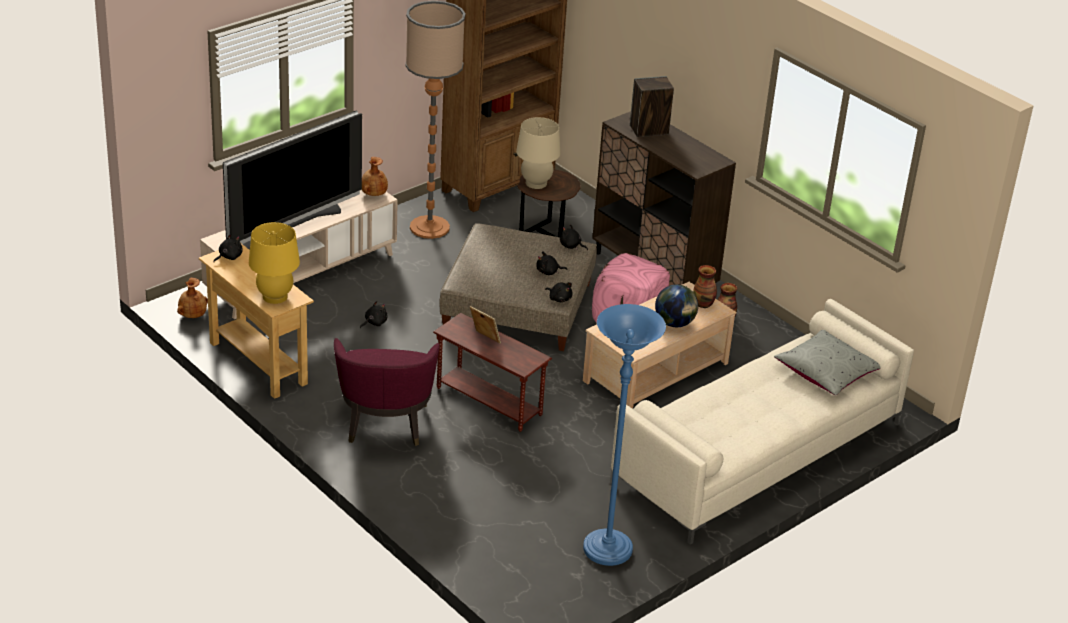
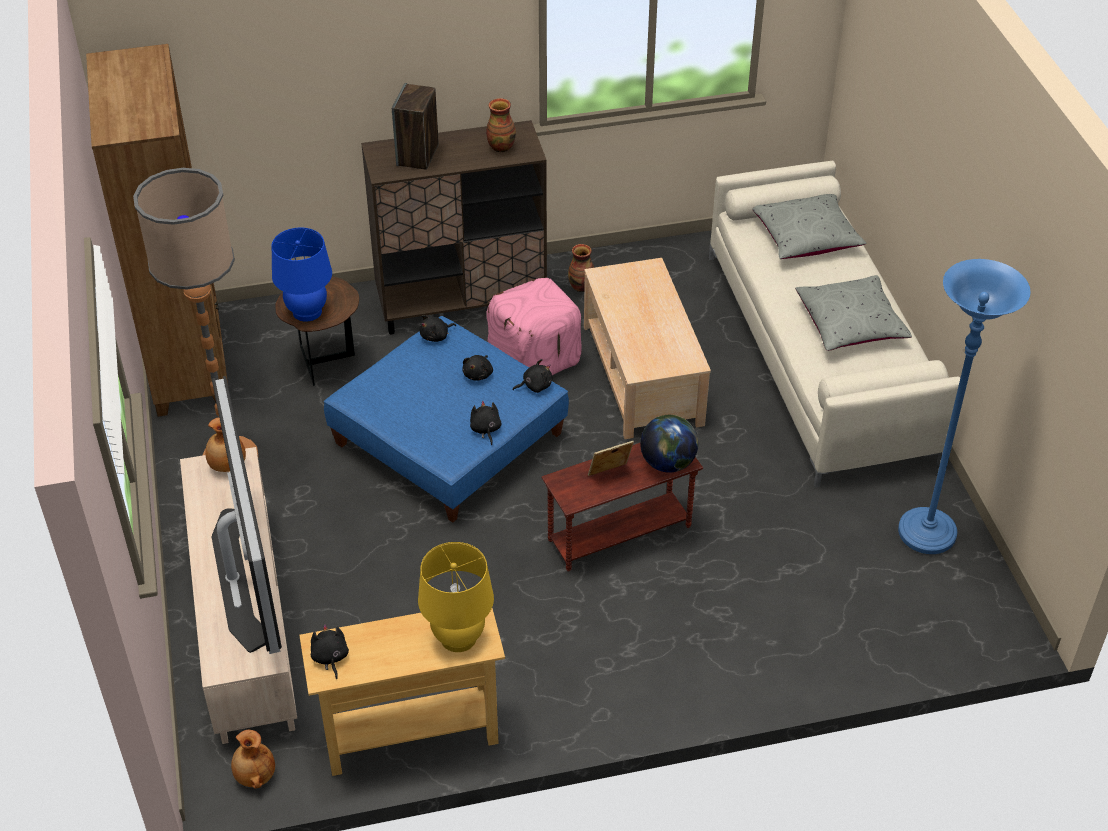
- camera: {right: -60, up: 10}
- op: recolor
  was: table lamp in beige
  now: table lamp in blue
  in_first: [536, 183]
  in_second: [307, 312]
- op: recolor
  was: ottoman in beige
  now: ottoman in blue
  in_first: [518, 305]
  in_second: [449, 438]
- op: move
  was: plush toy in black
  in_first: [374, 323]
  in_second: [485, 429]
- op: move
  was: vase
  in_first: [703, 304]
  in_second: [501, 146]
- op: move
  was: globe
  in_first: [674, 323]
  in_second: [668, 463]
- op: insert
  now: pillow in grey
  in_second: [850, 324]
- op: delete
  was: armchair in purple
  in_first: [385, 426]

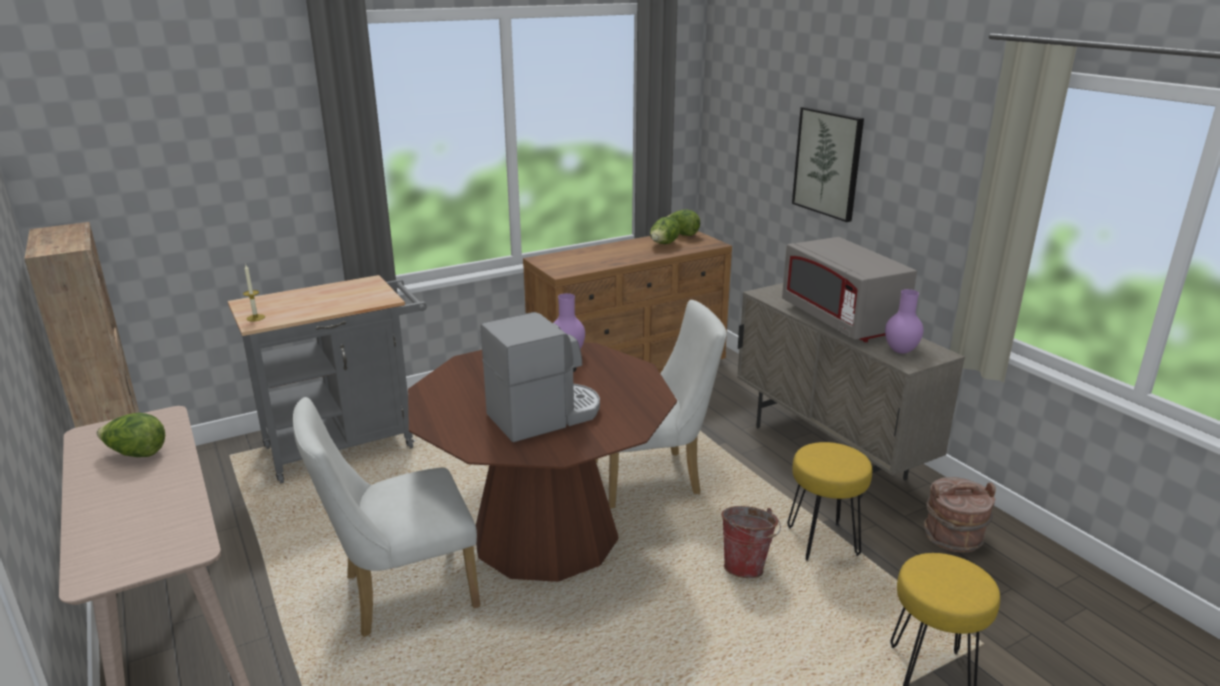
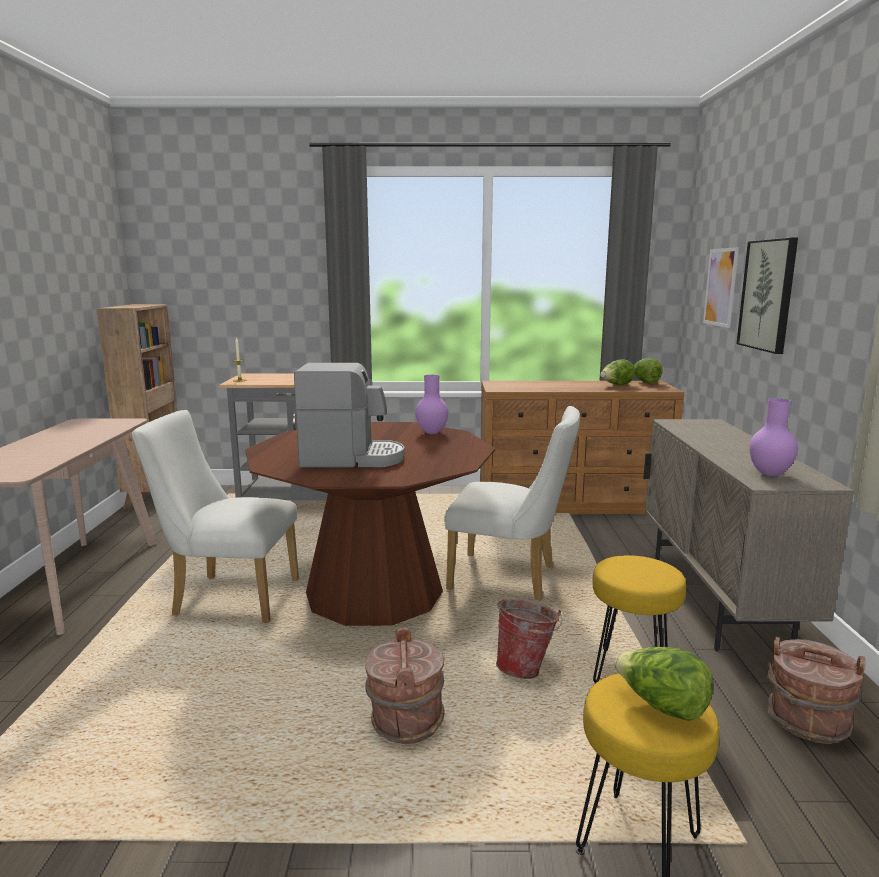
- camera: {right: 30, up: -10}
- op: insert
  now: bucket in brown
  in_second: [405, 721]
- op: move
  was: lettuce
  in_first: [136, 454]
  in_second: [662, 707]
- op: insert
  now: picture
  in_second: [720, 287]
- op: delete
  was: microwave in grey
  in_first: [841, 320]

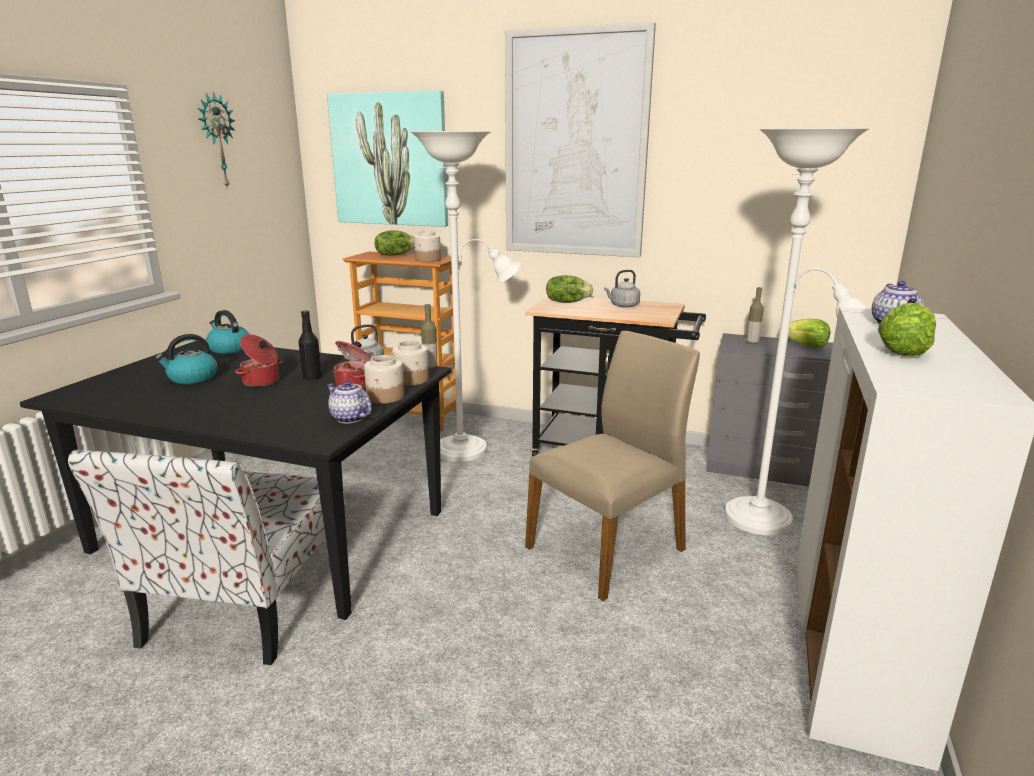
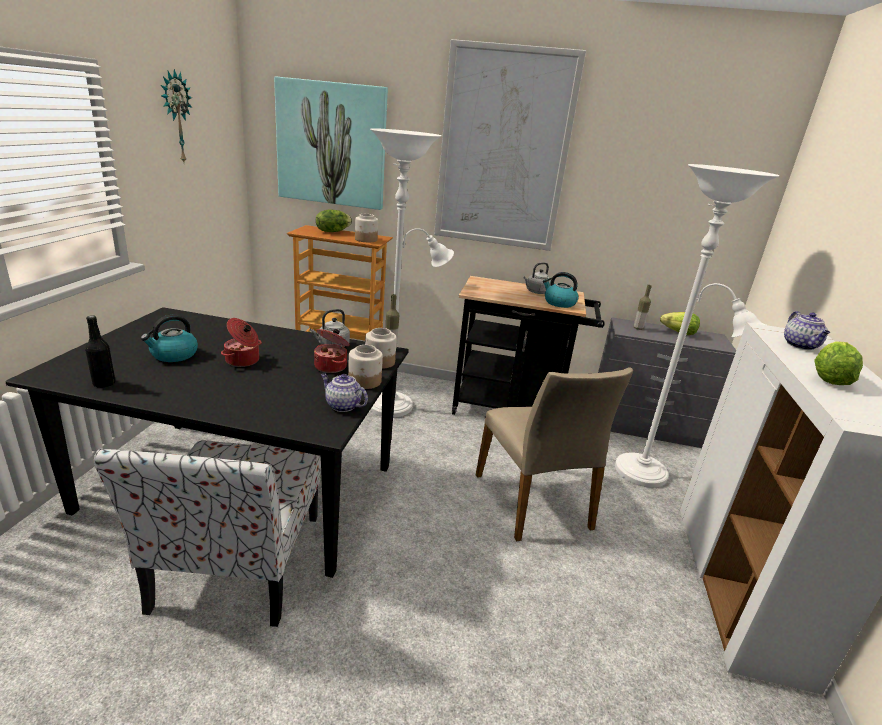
- camera: {right: -10, up: 5}
- op: move
  was: bottle in black
  in_first: [312, 377]
  in_second: [104, 383]
- op: rotate
  was: chair in beige
  in_first: [608, 548]
  in_second: [534, 501]
  clockwise: 120
- op: move
  was: kettle
  in_first: [229, 349]
  in_second: [559, 303]
- op: delete
  was: lettuce
  in_first: [567, 302]

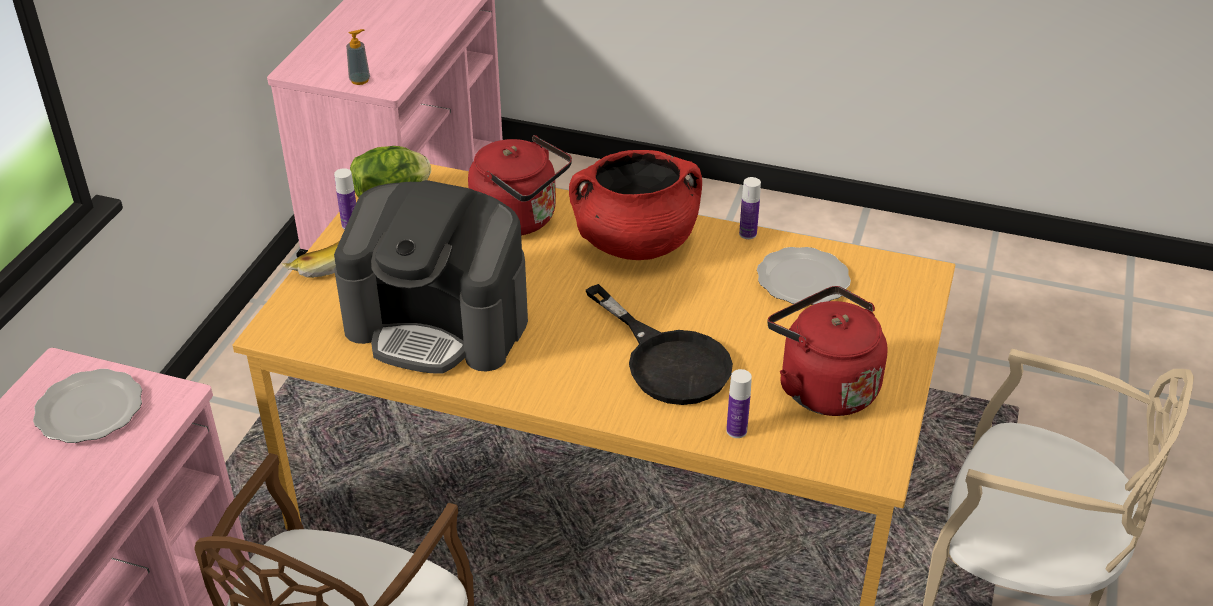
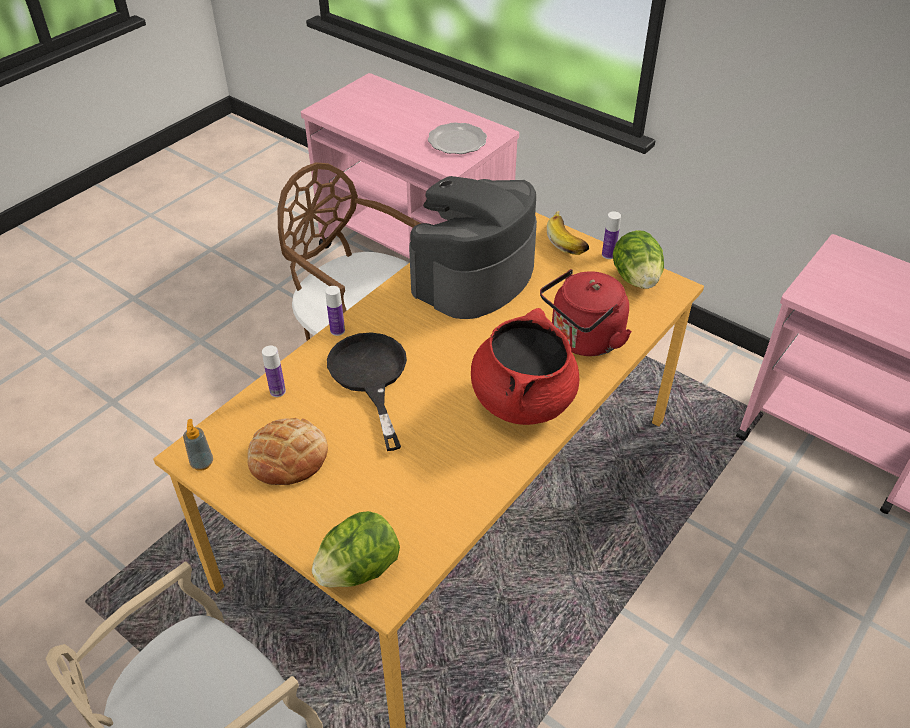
- camera: {right: 110, up: 5}
- op: move
  was: soap dispenser
  in_first: [360, 80]
  in_second: [202, 463]
- op: replace
  was: kettle in red
  now: bread
  in_first: [823, 386]
  in_second: [288, 456]
- op: insert
  now: lettuce
  in_second: [359, 569]
- op: move
  was: bottle
  in_first: [748, 234]
  in_second: [337, 330]
- op: rotate
  was: frying pan in black
  in_first: [667, 360]
  in_second: [370, 377]
  clockwise: 90
- op: delete
  was: plate
  in_first: [803, 280]

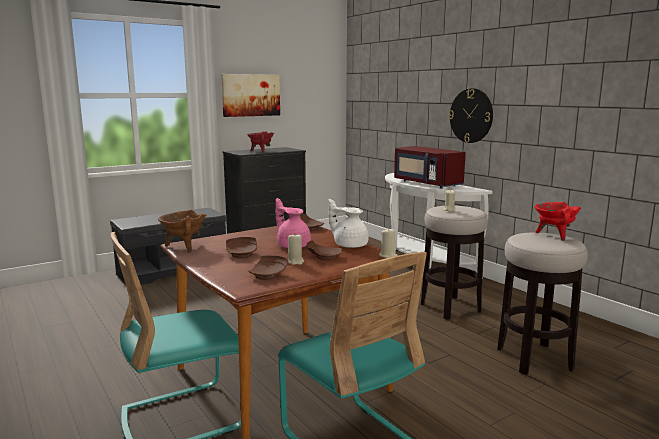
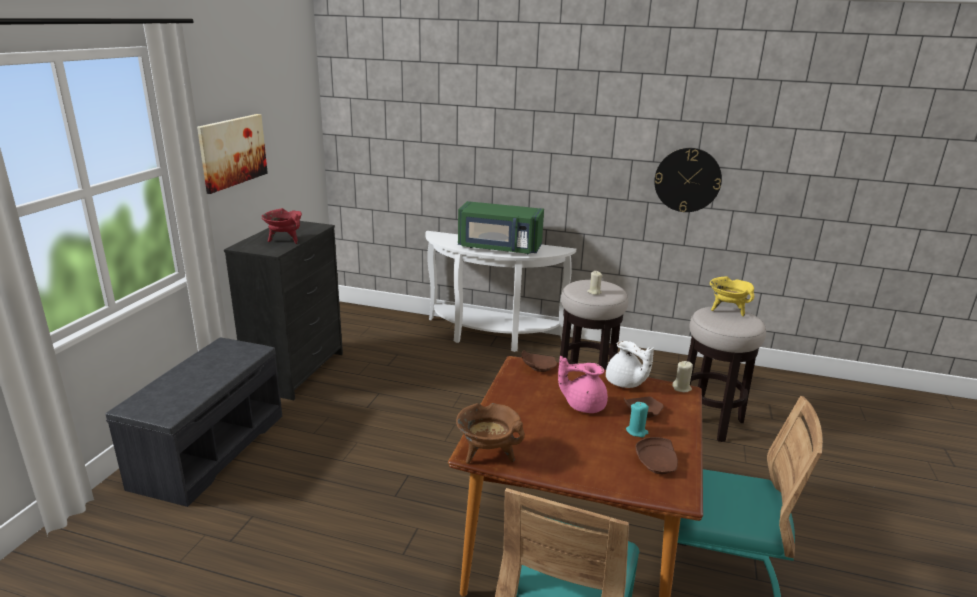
- camera: {right: -40, up: 10}
- op: recolor
  was: microwave in red
  now: microwave in green
  in_first: [426, 183]
  in_second: [499, 248]
- op: rotate
  was: teapot in white
  in_first: [349, 245]
  in_second: [625, 383]
  clockwise: -120
- op: recolor
  was: candle in beige
  now: candle in turquoise
  in_first: [295, 262]
  in_second: [636, 431]
- op: move
  was: wall clock
  in_first: [471, 115]
  in_second: [687, 180]
- op: recolor
  was: cooking pot in red
  now: cooking pot in yellow
  in_first: [554, 235]
  in_second: [727, 310]
- op: delete
  was: plate in brown
  in_first: [242, 254]

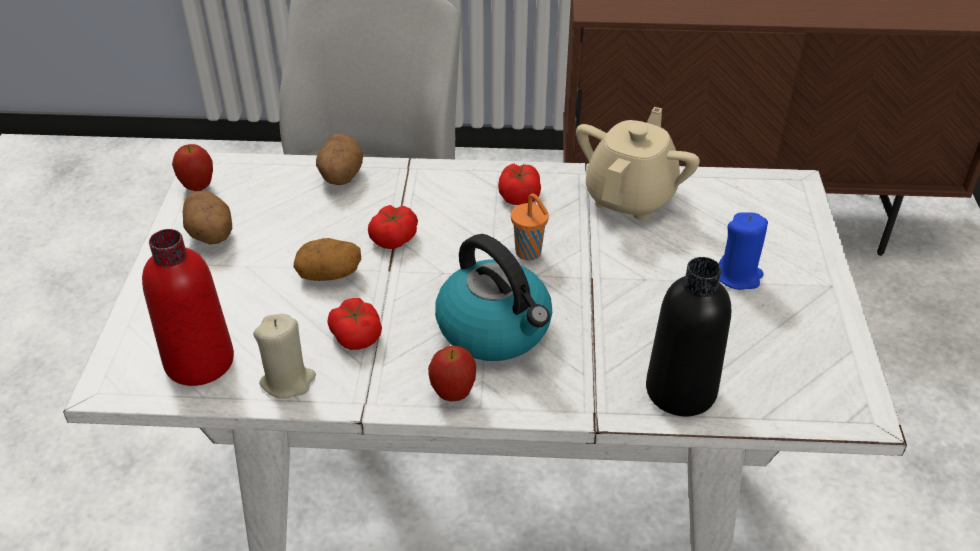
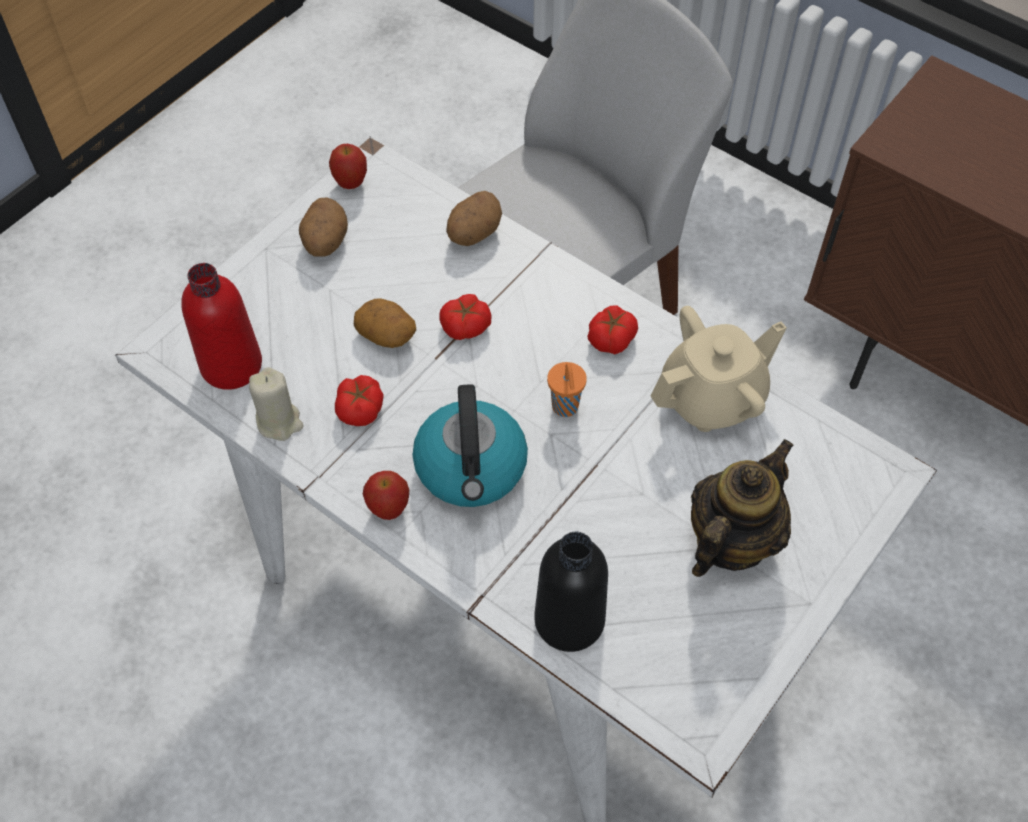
- camera: {right: 35, up: 15}
- op: replace
  was: candle in blue
  now: teapot
  in_first: [738, 276]
  in_second: [730, 541]

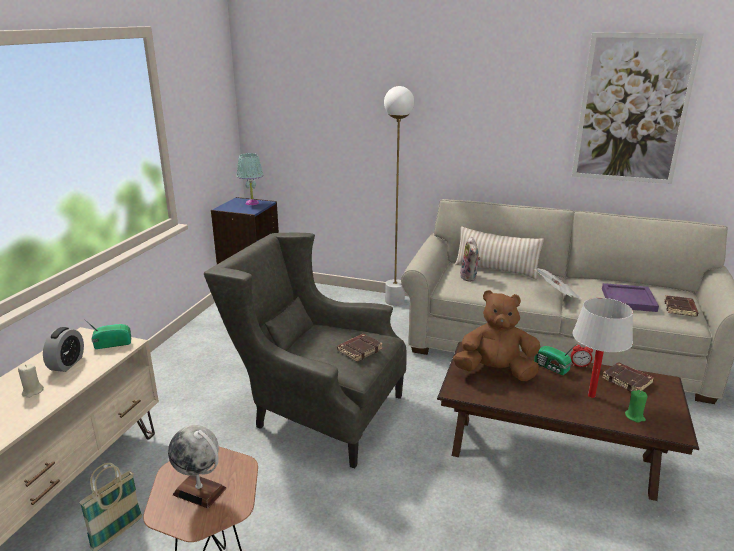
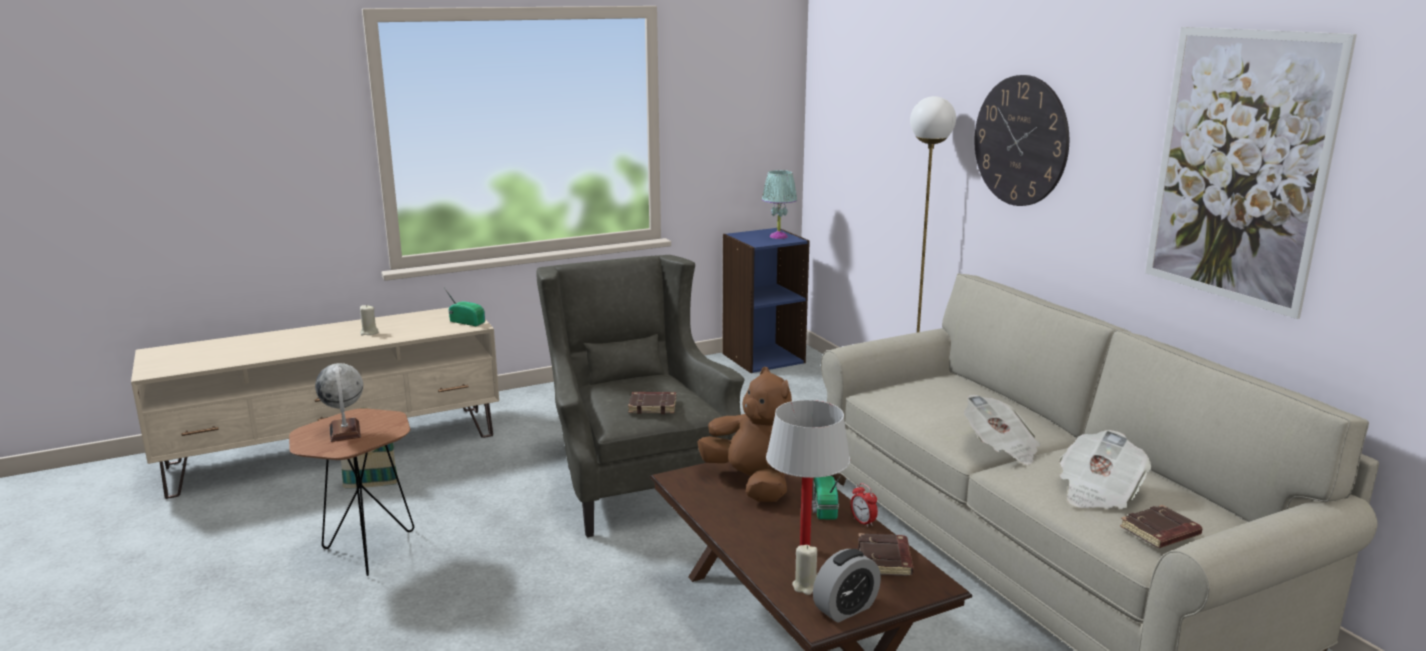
- camera: {right: 45, up: -5}
- op: recolor
  was: candle in green
  now: candle in beige
  in_first: [634, 417]
  in_second: [806, 586]
- op: move
  was: alarm clock
  in_first: [67, 364]
  in_second: [845, 609]
- op: insert
  now: wall clock
  in_second: [1020, 141]
- op: replace
  was: tray in purple
  now: newspaper
  in_first: [629, 300]
  in_second: [1098, 492]
- op: delete
  was: pillow in beige
  in_first: [496, 269]
- op: delete
  was: plush toy
  in_first: [470, 277]

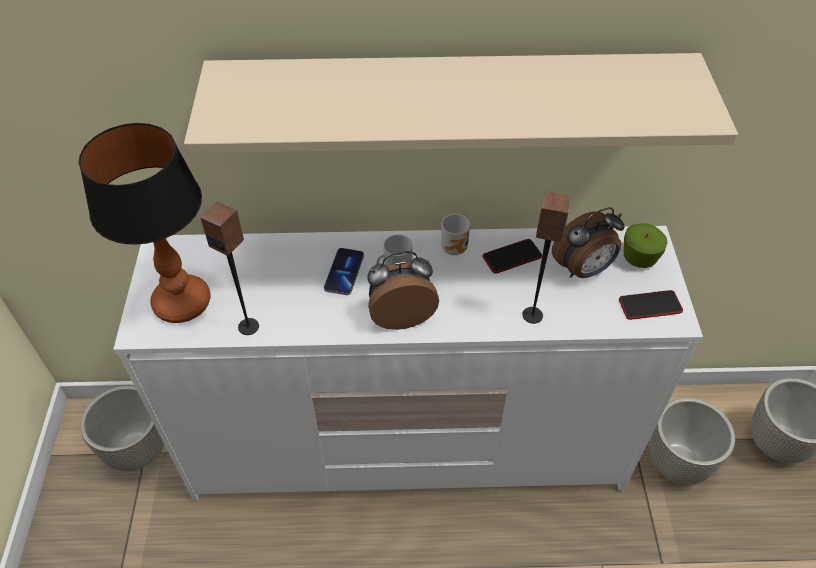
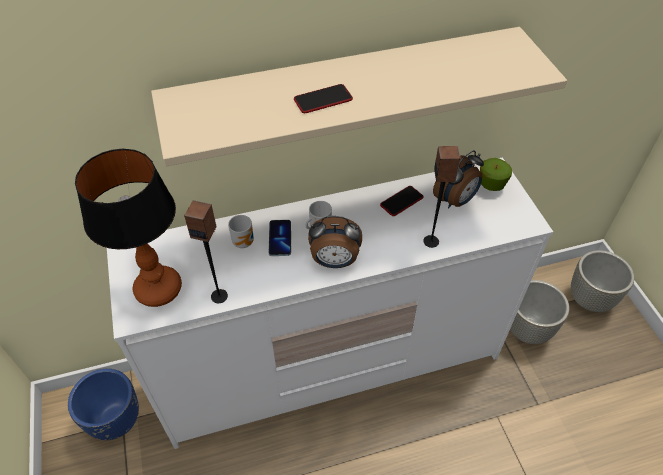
- camera: {right: -15, up: 0}
- op: recolor
  was: planter in grey
  now: planter in blue
  in_first: [138, 449]
  in_second: [115, 419]
- op: move
  was: mug
  in_first: [456, 248]
  in_second: [245, 242]
- op: move
  was: phone
  in_first: [650, 305]
  in_second: [323, 100]
- op: rotate
  was: alarm clock
  in_first: [401, 315]
  in_second: [334, 261]
  clockwise: -150

